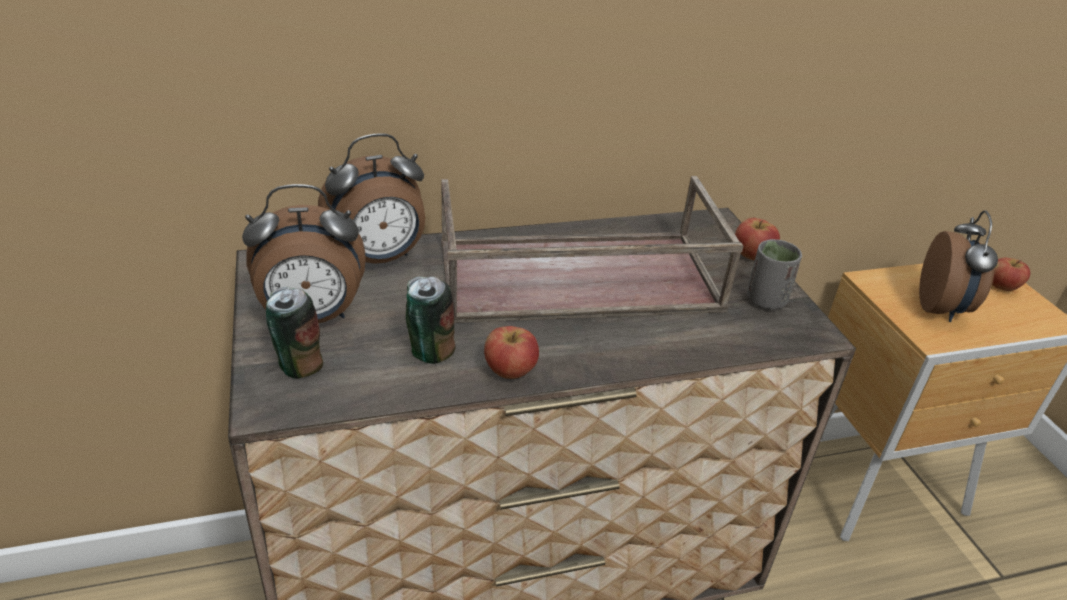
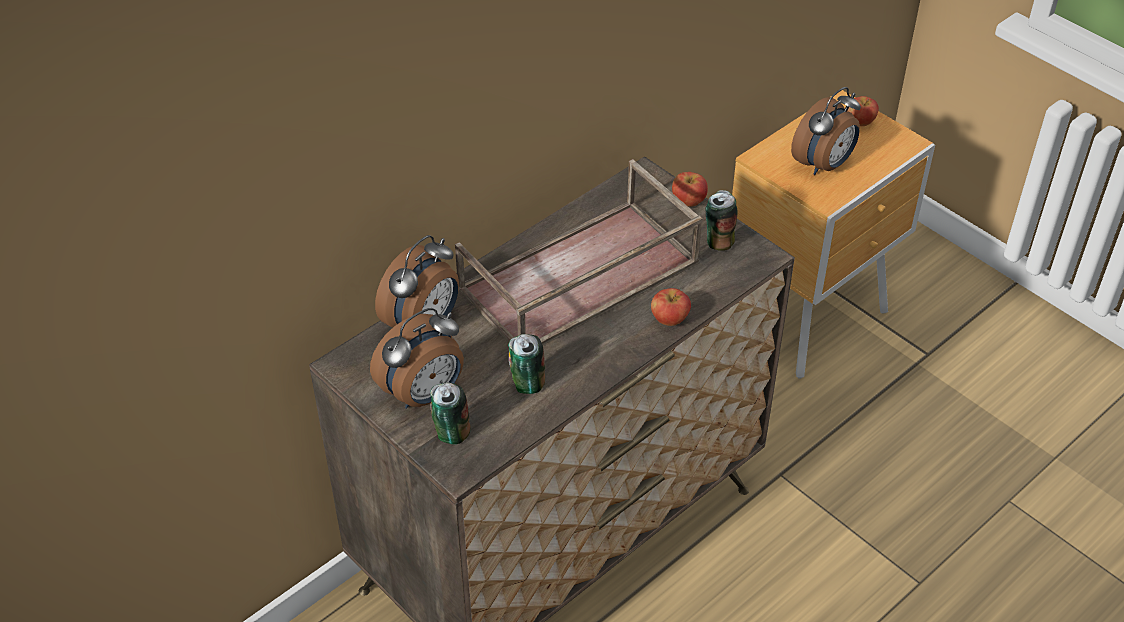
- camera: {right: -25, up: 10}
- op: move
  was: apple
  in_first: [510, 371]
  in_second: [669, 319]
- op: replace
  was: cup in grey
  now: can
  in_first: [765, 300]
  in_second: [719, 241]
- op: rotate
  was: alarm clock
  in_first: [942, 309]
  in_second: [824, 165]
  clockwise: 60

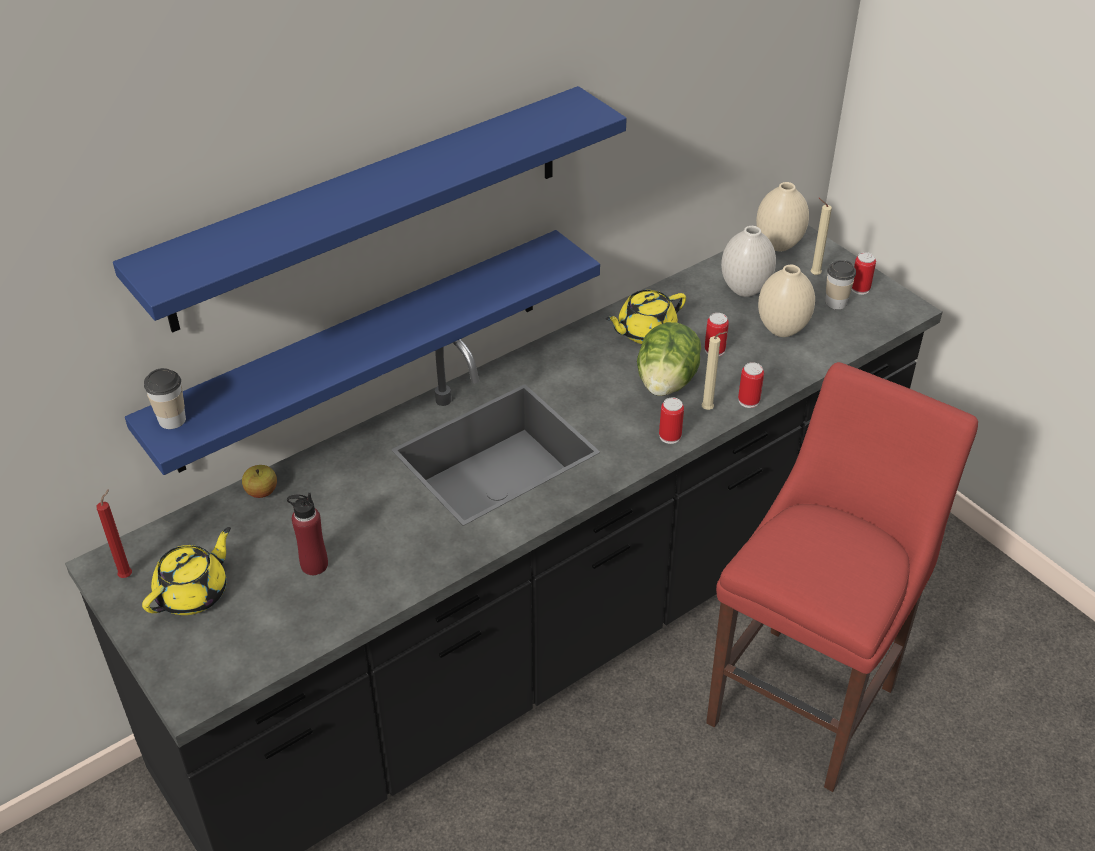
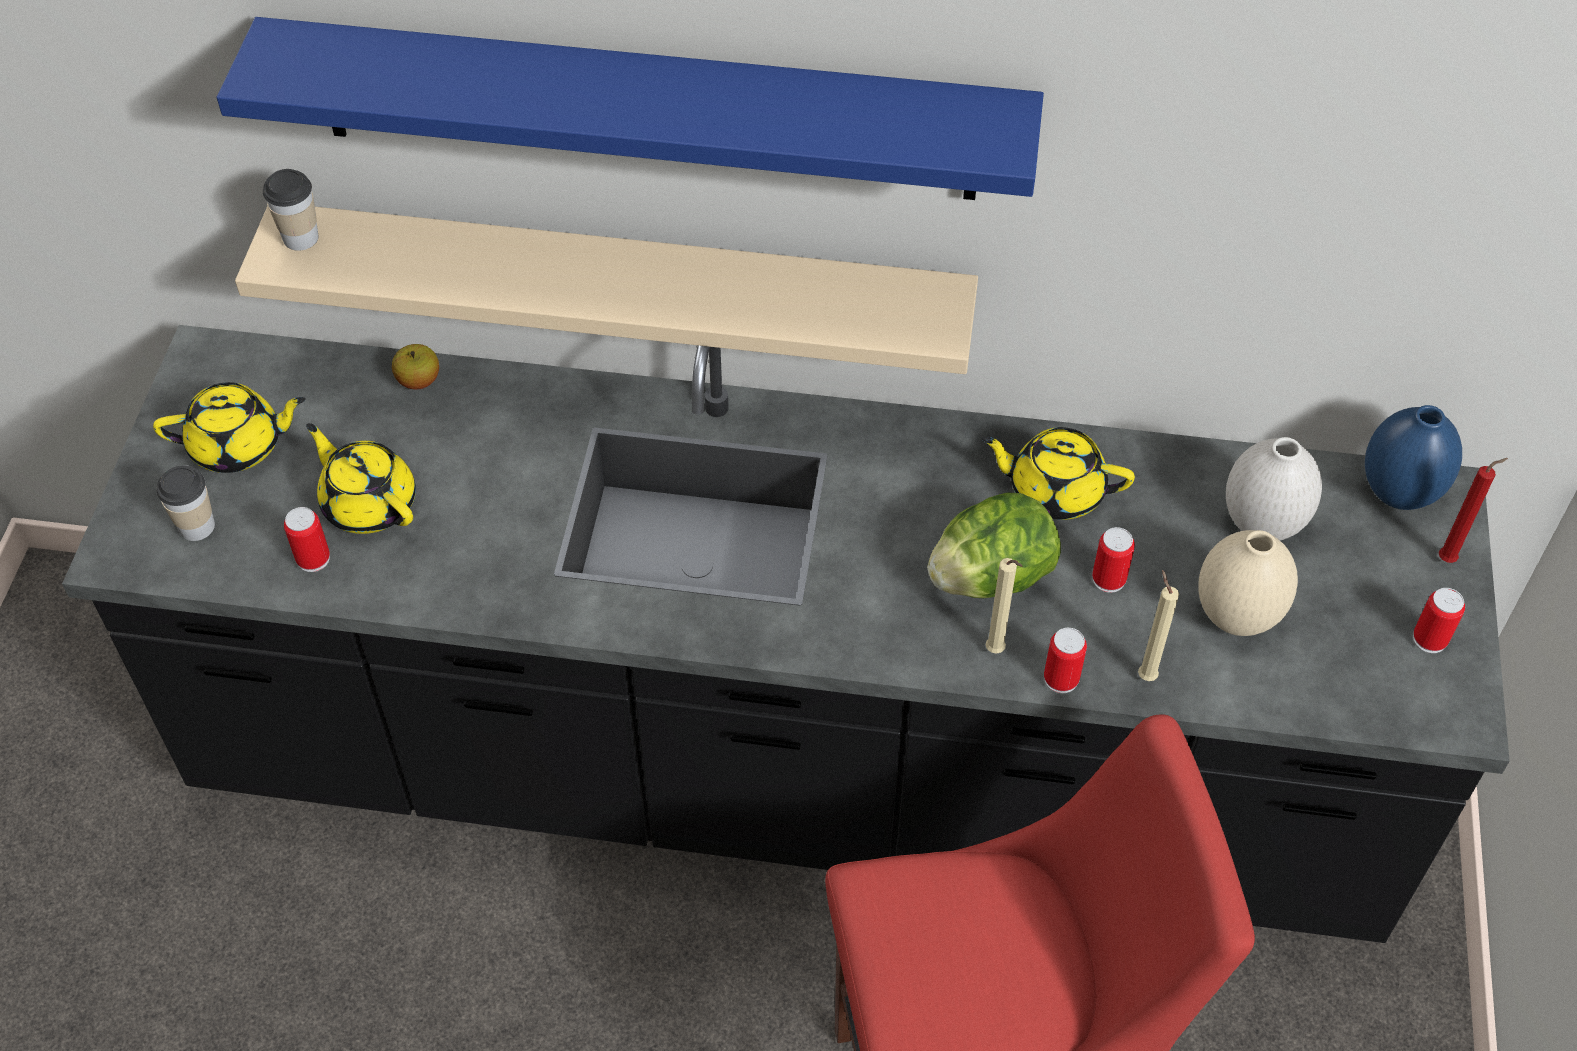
- camera: {right: 45, up: 10}
- op: move
  was: cup
  in_first: [835, 302]
  in_second: [197, 526]
- op: recolor
  was: shelf in blue
  now: shelf in beige
  in_first: [362, 350]
  in_second: [622, 284]
- op: move
  was: can
  in_first: [670, 436]
  in_second: [313, 559]
- op: replace
  was: bottle in red
  now: teapot in yellow
  in_first: [314, 565]
  in_second: [369, 503]
- op: move
  was: candle in beige
  in_first: [813, 274]
  in_second: [1145, 674]
- op: recolor
  was: vase in beige
  now: vase in blue
  in_first: [779, 245]
  in_second: [1399, 493]
- op: move
  was: candle in red
  in_first: [128, 575]
  in_second: [1449, 559]

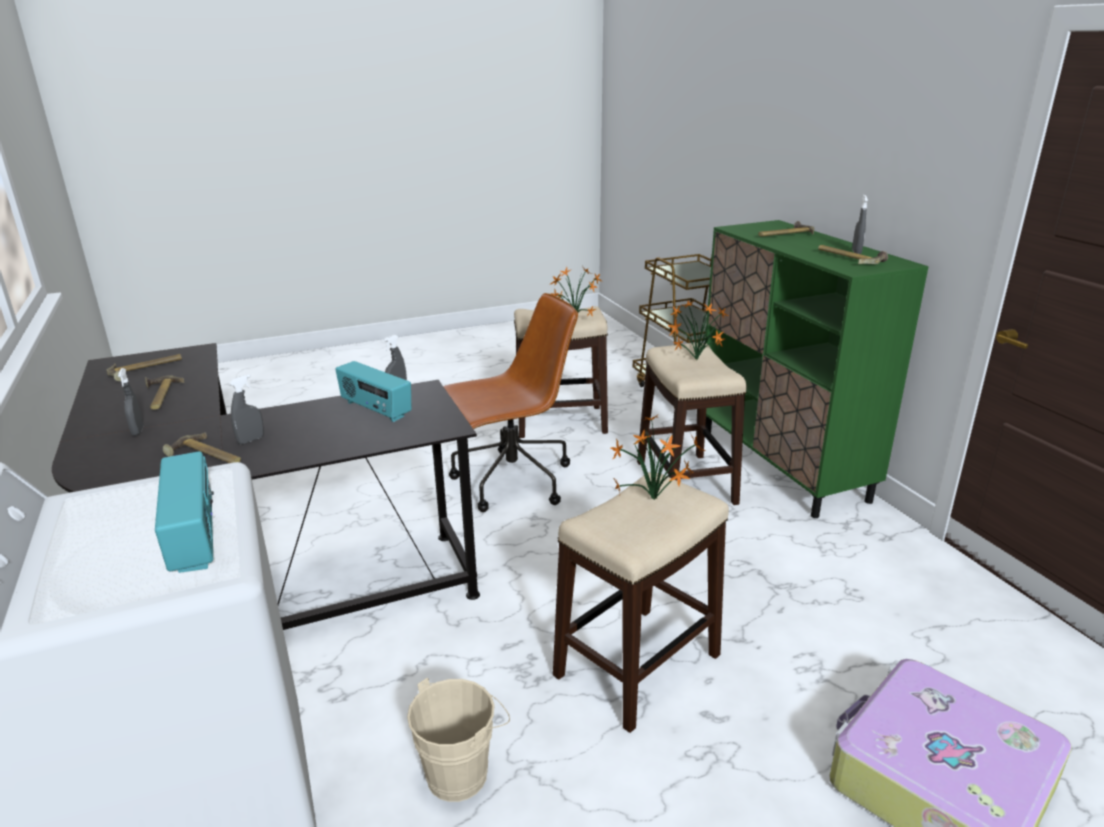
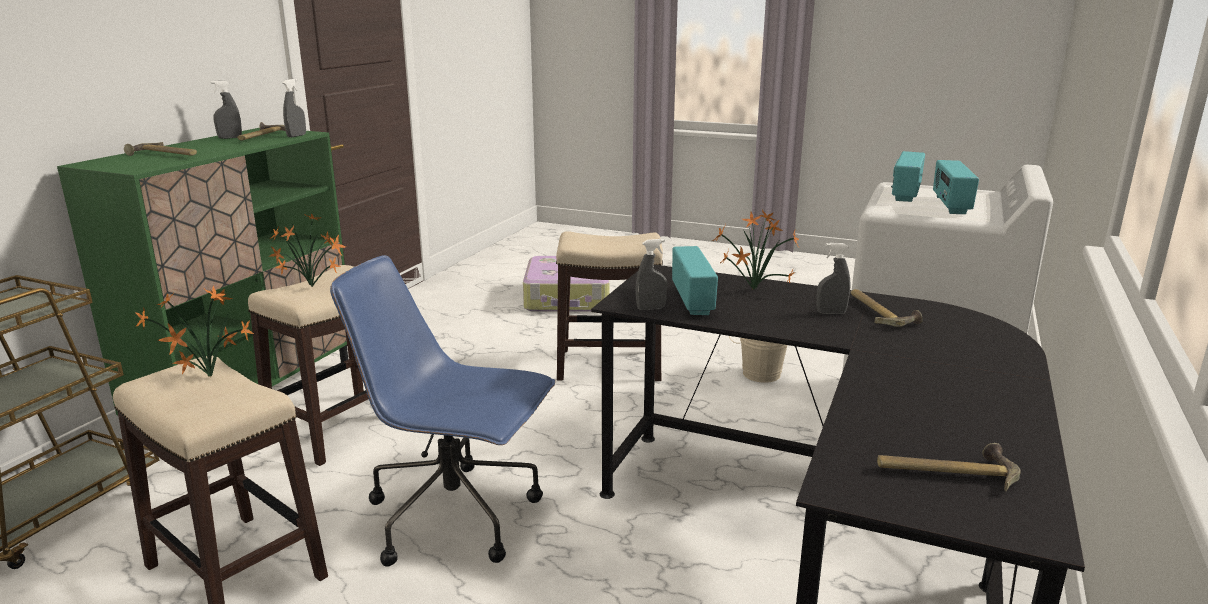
- camera: {right: -135, up: -5}
- op: move
  was: spray bottle in grey
  in_first: [138, 431]
  in_second: [296, 136]
- op: recolor
  was: office chair in brown
  now: office chair in blue
  in_first: [511, 482]
  in_second: [457, 517]
- op: move
  was: potted plant
  in_first: [657, 500]
  in_second: [751, 289]
- op: insert
  now: radio
  in_second: [950, 205]
- op: delete
  was: hammer
  in_first: [159, 397]

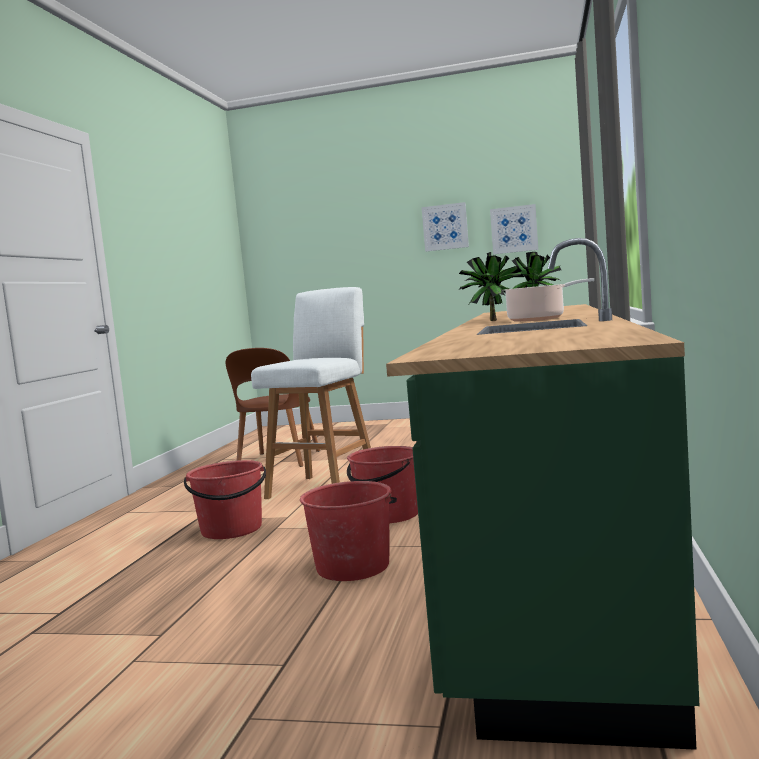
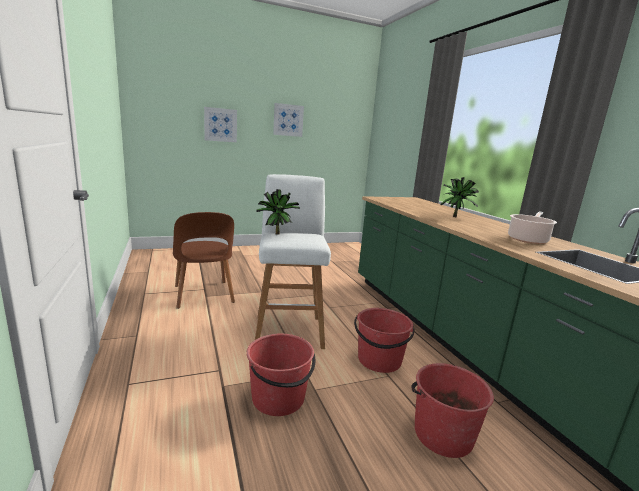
- camera: {right: -35, up: 10}
- op: move
  was: picture
  in_first: [514, 229]
  in_second: [220, 125]
- op: move
  was: potted plant
  in_first: [492, 320]
  in_second: [275, 233]

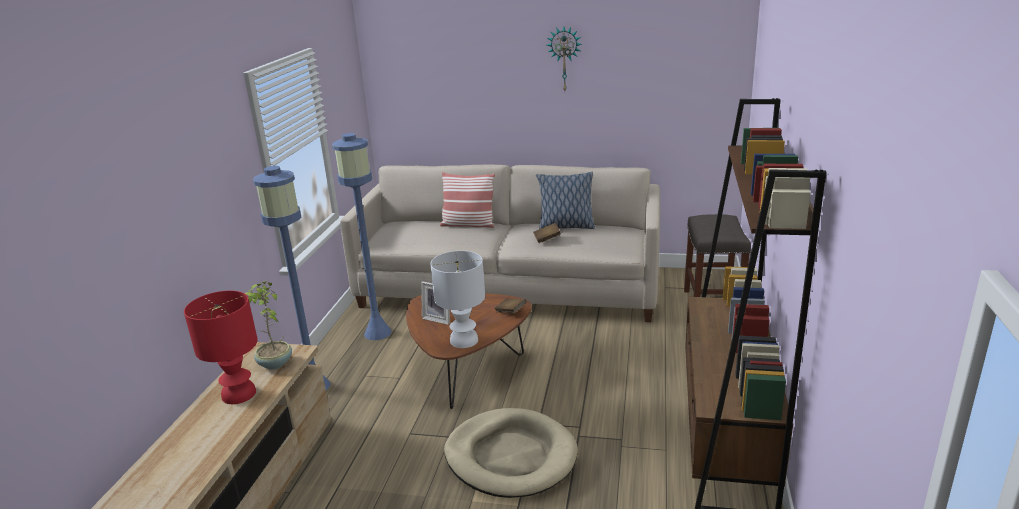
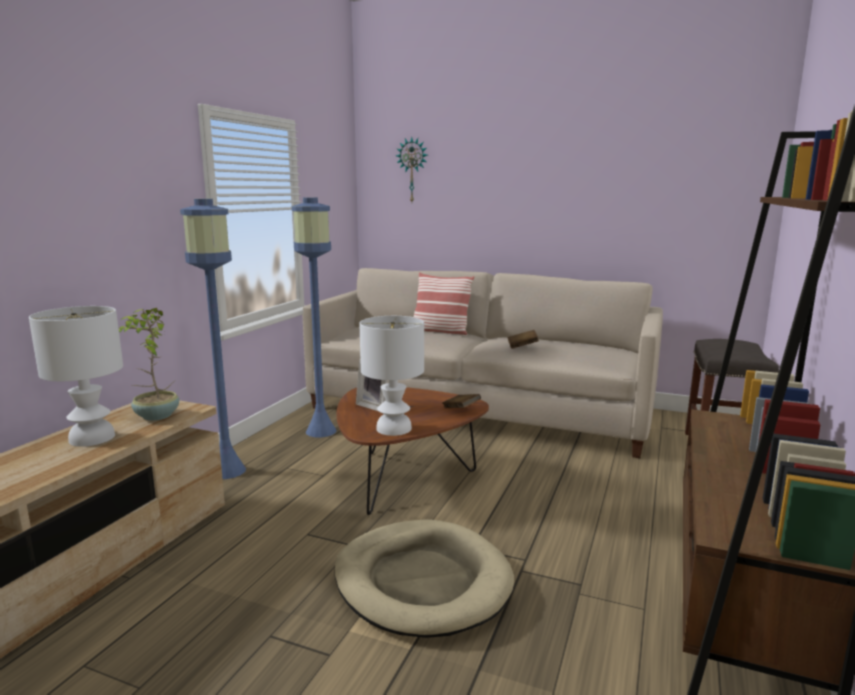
- camera: {right: 10, up: -10}
- op: recolor
  was: table lamp in red
  now: table lamp in white
  in_first: [238, 394]
  in_second: [91, 438]
- op: move
  was: wall clock
  in_first: [564, 59]
  in_second: [412, 170]
- op: delete
  was: pillow
  in_first: [565, 227]

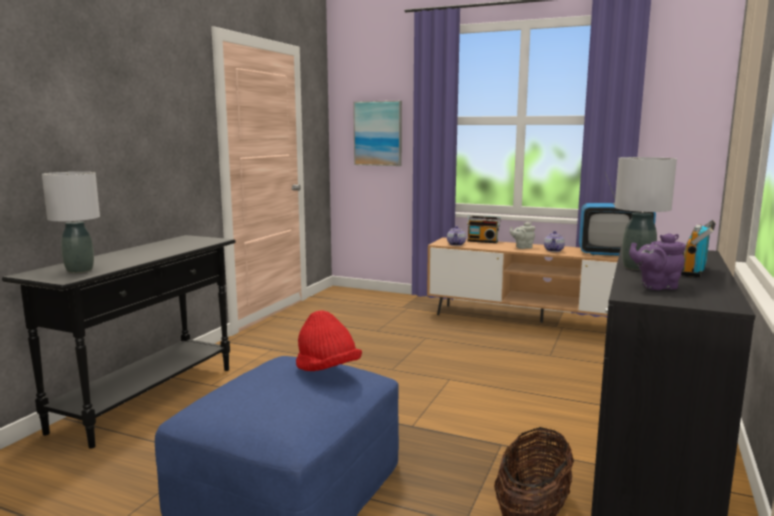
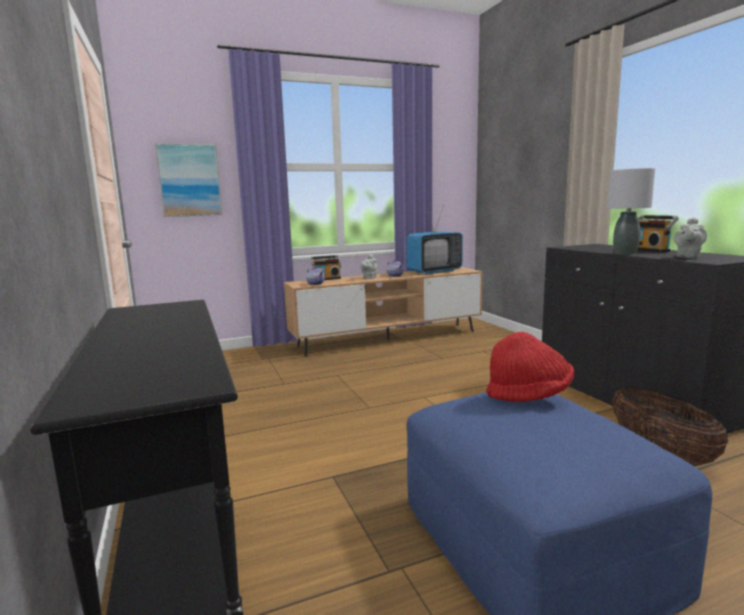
- camera: {right: -45, up: 0}
- op: recolor
  was: teapot in purple
  now: teapot in grey
  in_first: [656, 286]
  in_second: [687, 257]
- op: delete
  was: table lamp in grey
  in_first: [80, 270]

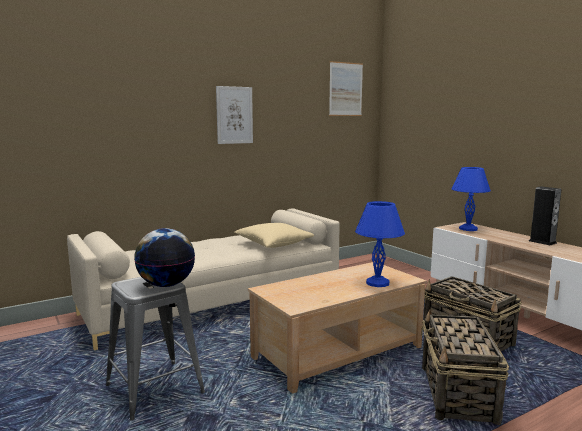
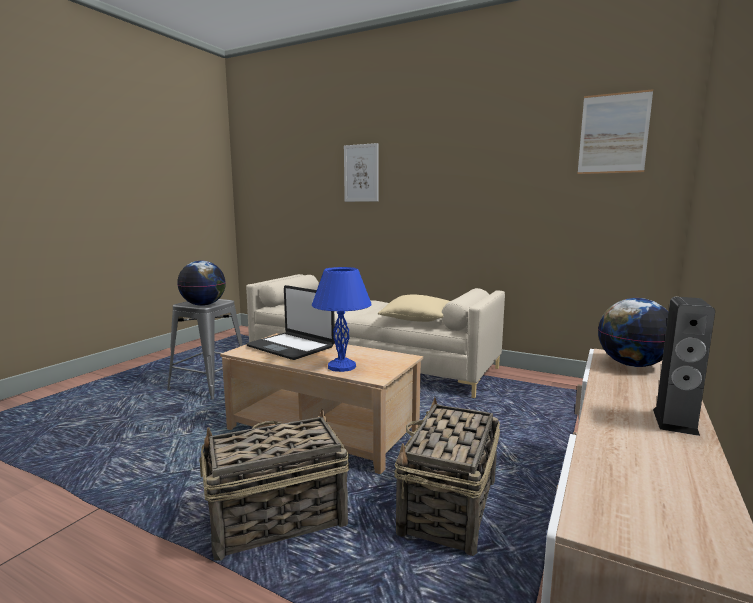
- camera: {right: 60, up: 0}
- op: insert
  now: laptop
  in_second: [291, 347]
- op: move
  was: picture
  in_first: [234, 115]
  in_second: [361, 173]
- op: replace
  was: table lamp in blue
  now: globe
  in_first: [467, 229]
  in_second: [632, 365]

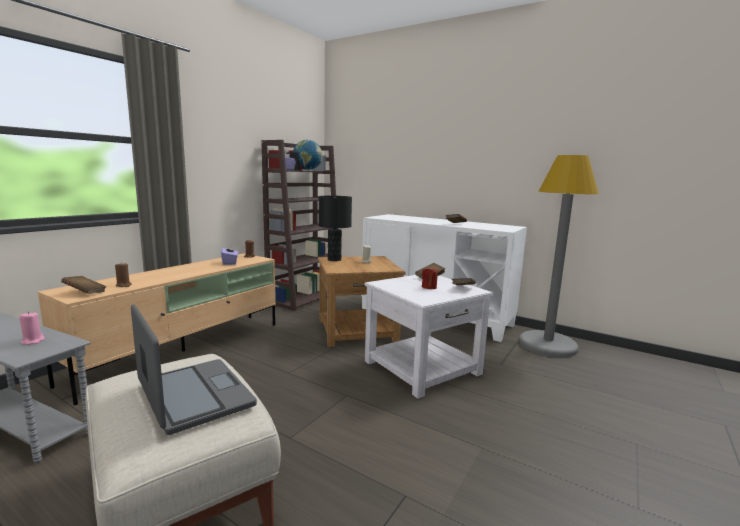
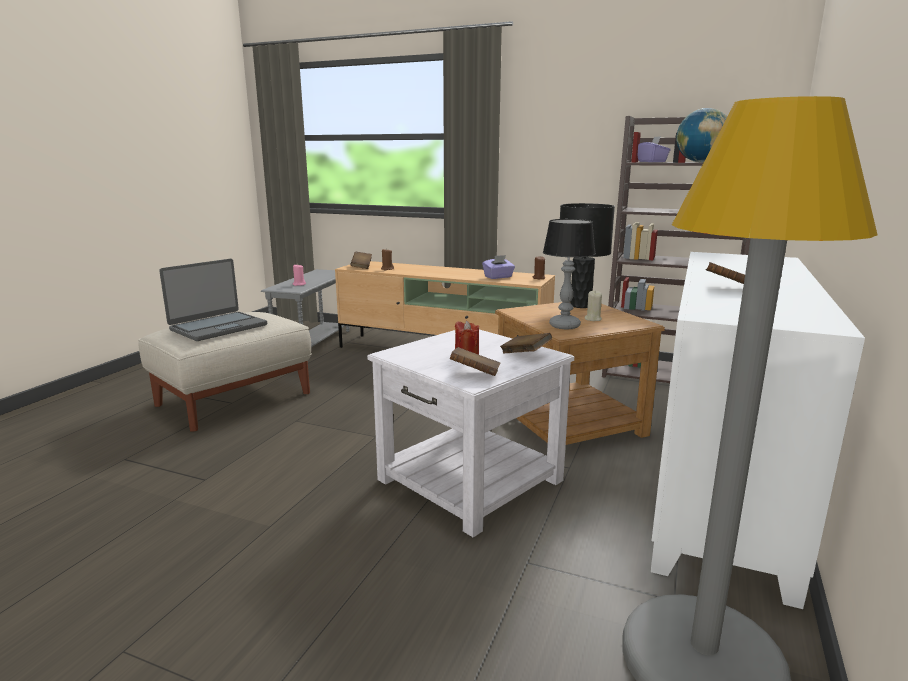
- camera: {right: 80, up: 5}
- op: insert
  now: table lamp
  in_second: [564, 326]

